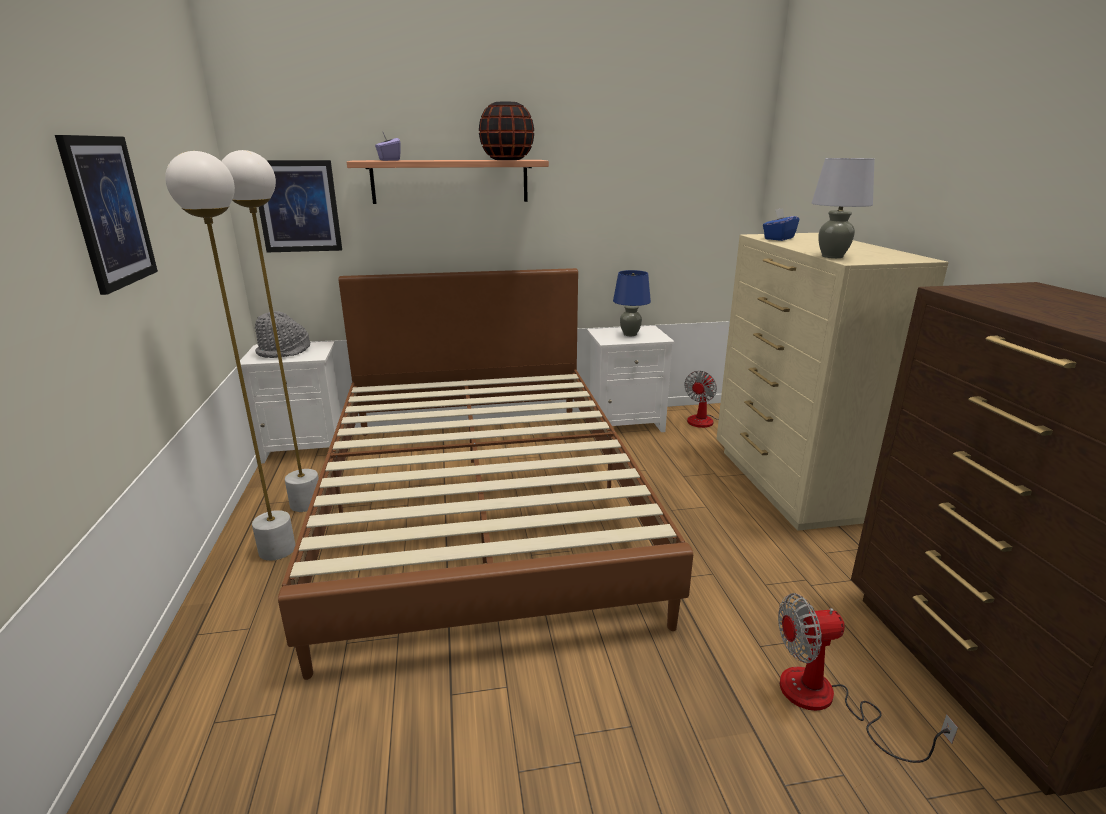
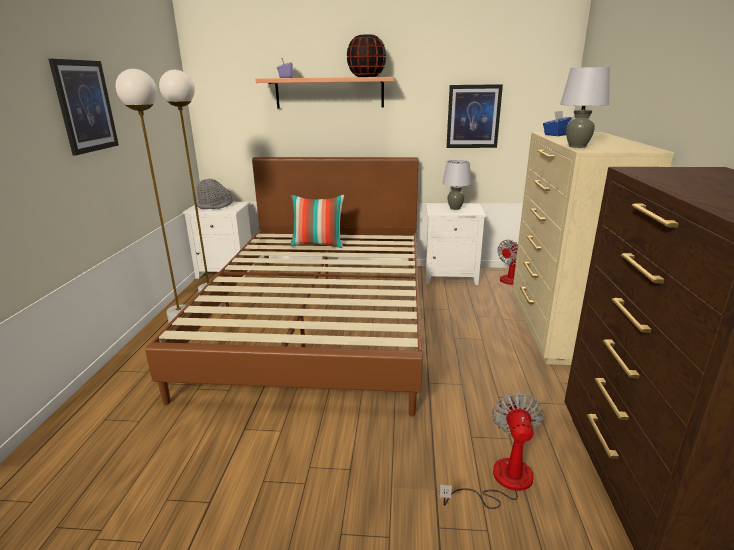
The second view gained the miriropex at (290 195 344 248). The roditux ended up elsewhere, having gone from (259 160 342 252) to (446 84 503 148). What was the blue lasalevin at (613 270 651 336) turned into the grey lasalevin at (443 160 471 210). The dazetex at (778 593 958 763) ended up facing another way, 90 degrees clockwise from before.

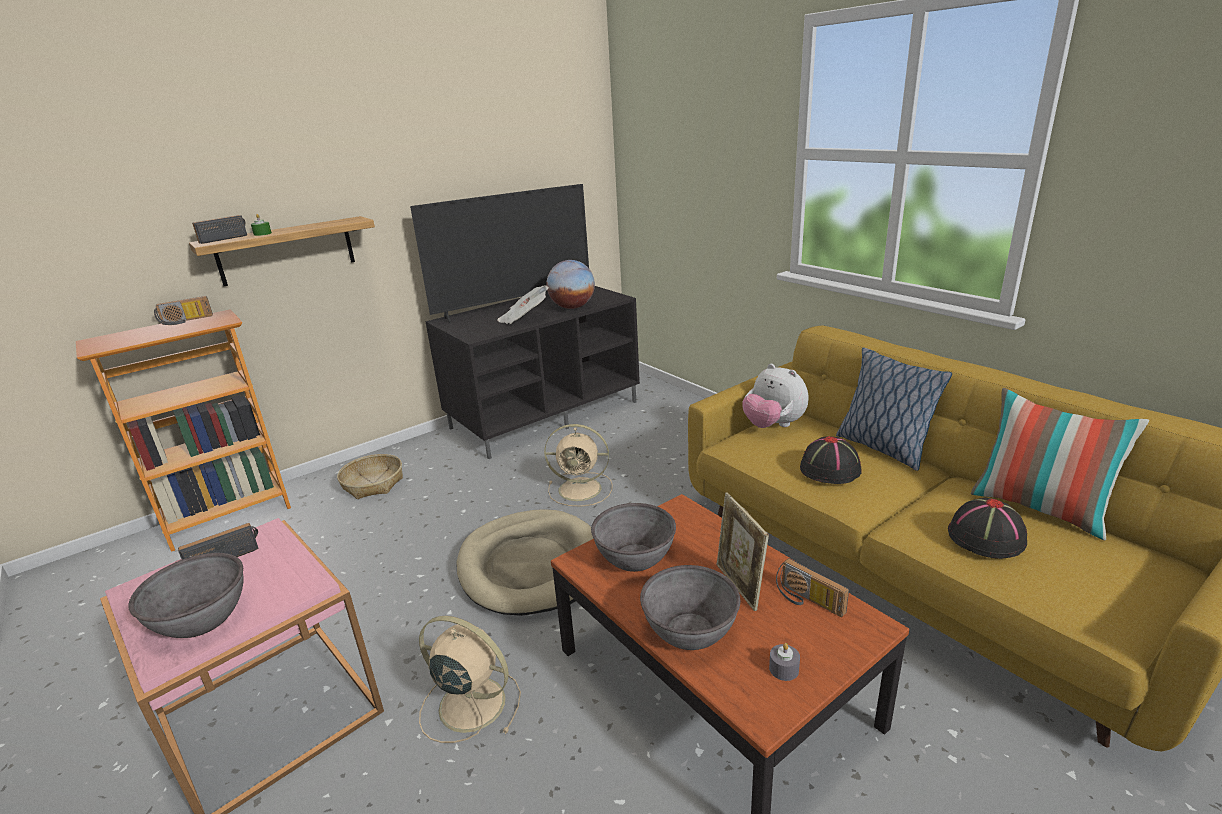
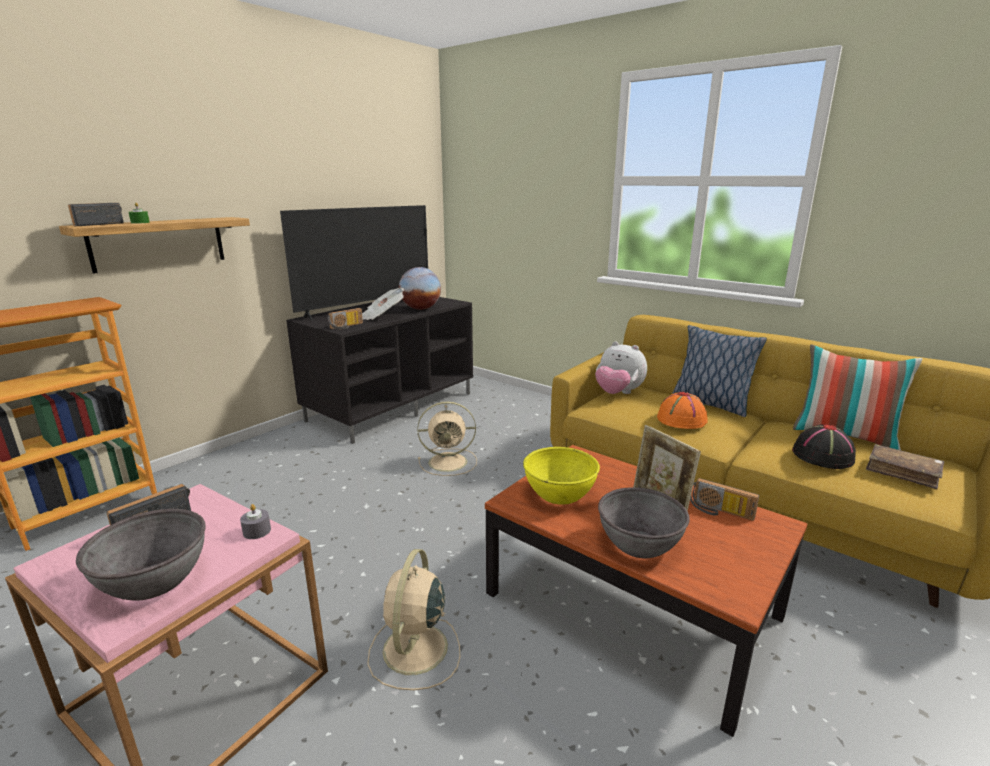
The second view lost the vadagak at (337 454 403 499). The second view lost the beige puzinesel at (456 509 594 616). The second view gained the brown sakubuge at (866 444 944 489). The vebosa ended up elsewhere, having gone from (154 296 213 325) to (328 308 363 329). The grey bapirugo ended up elsewhere, having gone from (769 643 800 681) to (240 504 271 539). What was the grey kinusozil at (591 503 676 572) turned into the yellow kinusozil at (523 447 600 505). What was the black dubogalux at (800 436 862 484) turned into the orange dubogalux at (657 392 708 429). The beige dazetex at (419 616 521 743) ended up facing another way, 90 degrees counterclockwise from before.

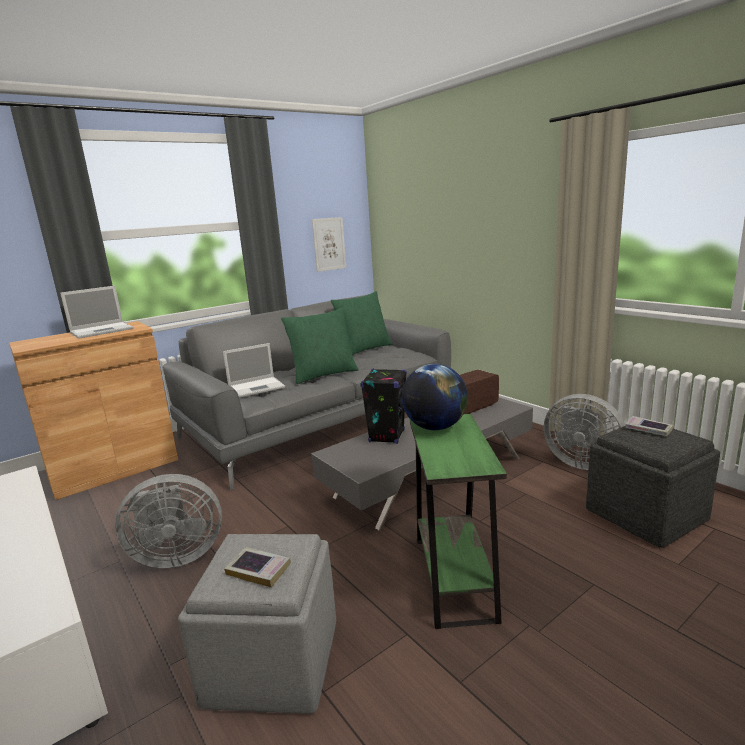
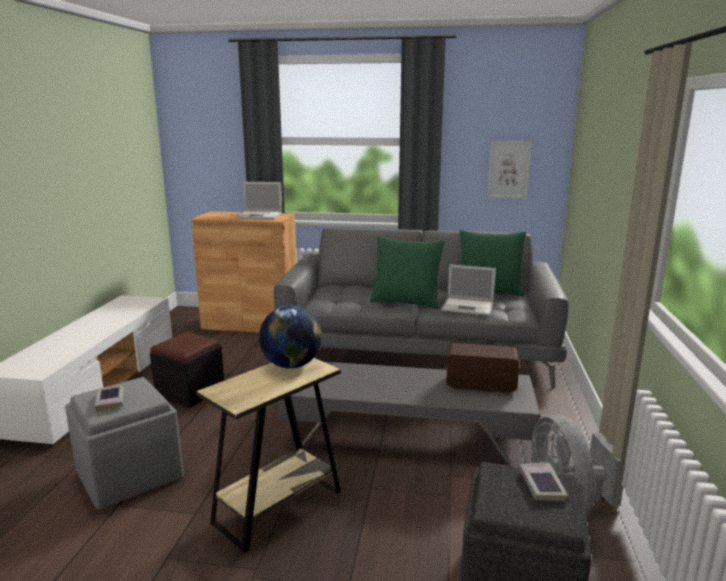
The second view lost the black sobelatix at (360 368 407 444). The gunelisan ended up elsewhere, having gone from (223 343 285 398) to (441 264 496 315). Where the grey dazetex stood at (115 474 222 568), the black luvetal came to stand at (150 332 224 408). What was the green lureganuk at (410 414 507 629) turned into the beige lureganuk at (196 358 341 553).

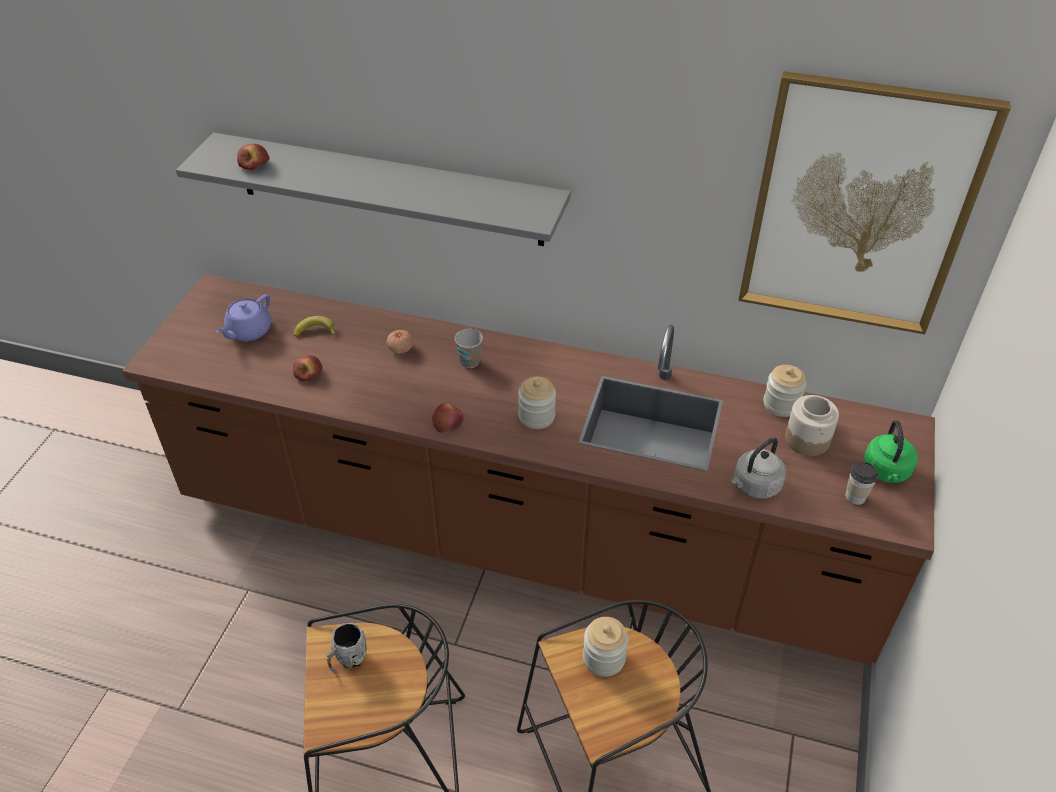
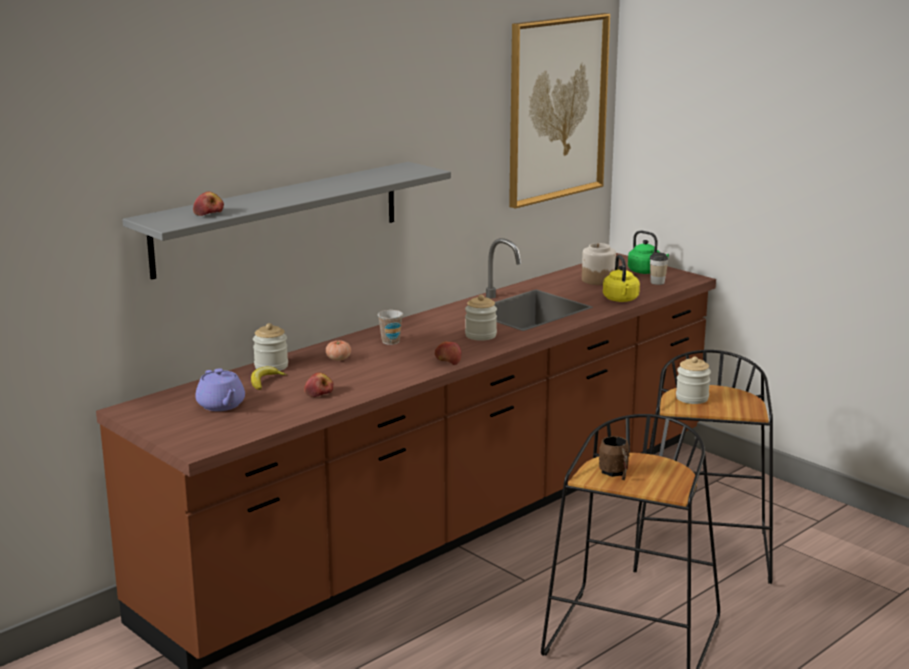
The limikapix ended up elsewhere, having gone from (763 365 806 417) to (253 323 288 371). What was the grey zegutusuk at (326 623 367 674) turned into the brown zegutusuk at (599 436 630 480). What was the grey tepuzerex at (731 437 787 499) turned into the yellow tepuzerex at (603 255 640 302).

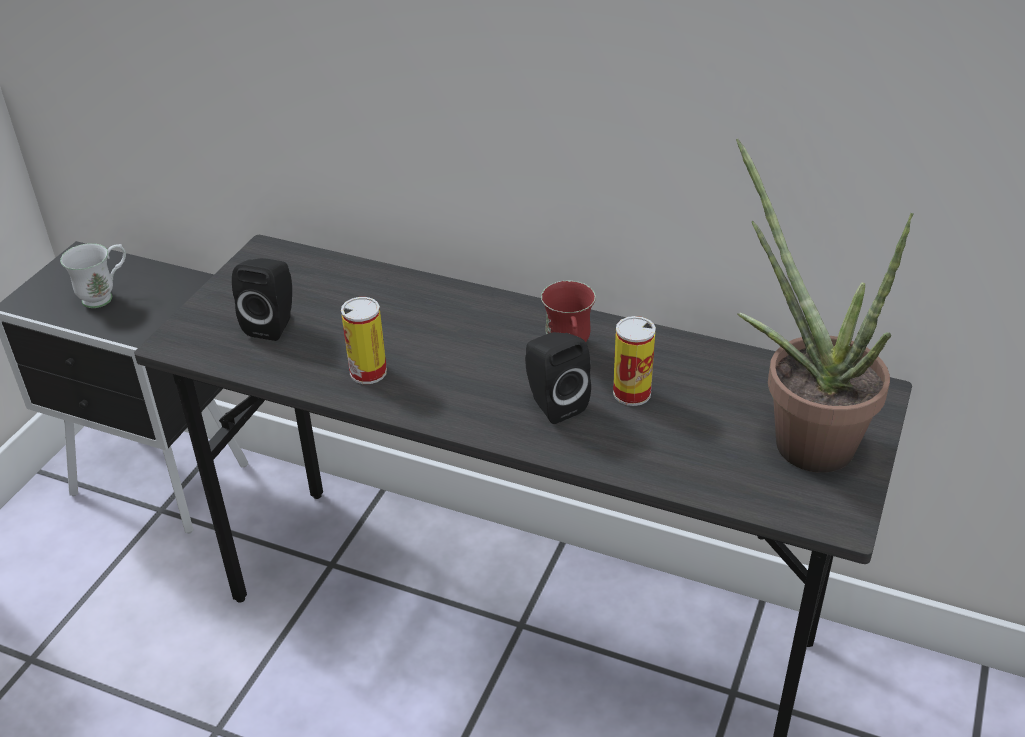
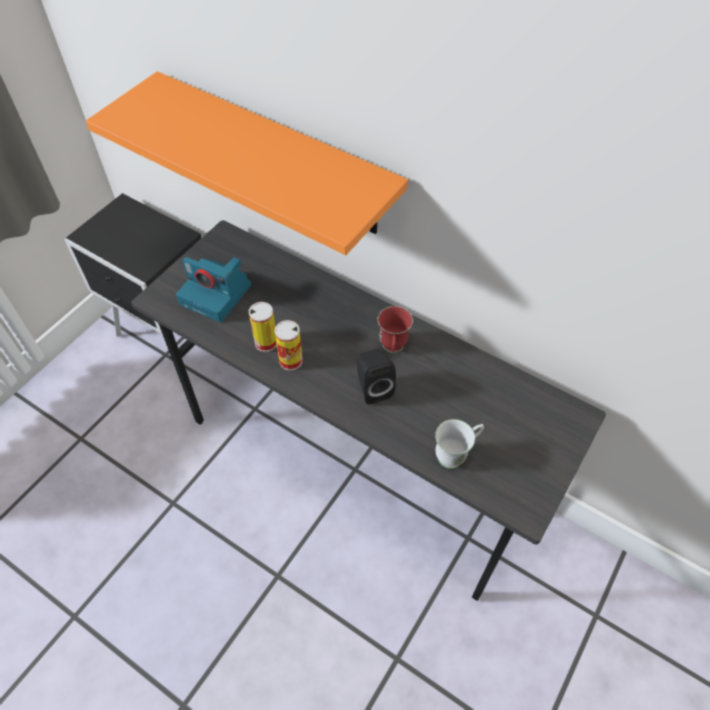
The second view lost the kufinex at (736 139 914 473). The second view gained the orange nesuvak at (86 71 408 255). The white zegutusuk ended up elsewhere, having gone from (60 243 126 308) to (435 419 484 469). The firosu ended up elsewhere, having gone from (613 316 656 406) to (275 320 303 370). Where the black sobelatix stood at (232 258 292 341), the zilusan came to stand at (176 257 251 322).

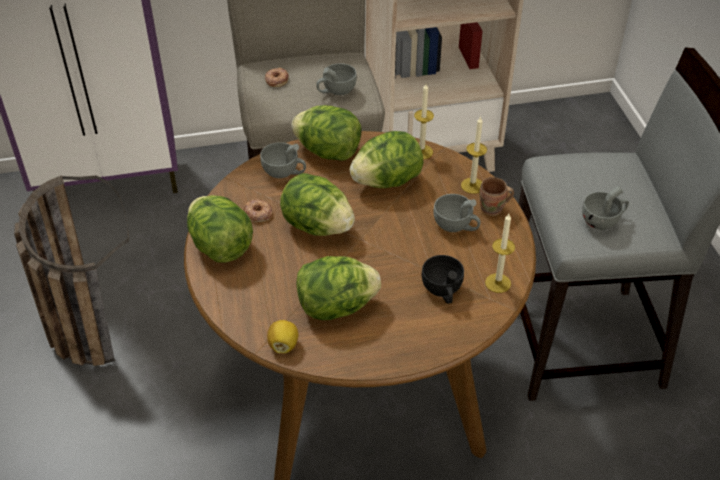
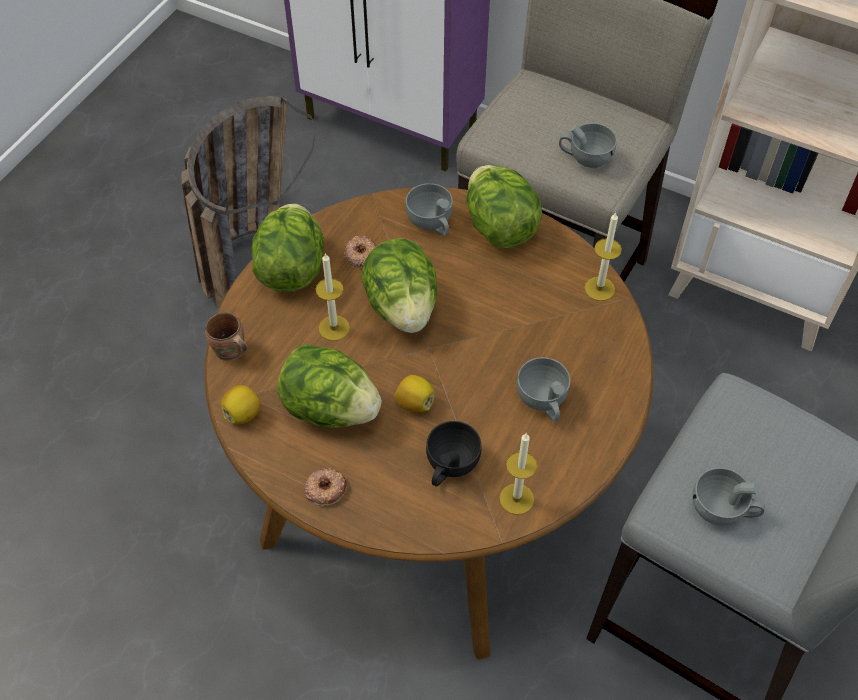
The second view lost the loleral at (349 131 423 188). The second view gained the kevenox at (394 375 435 413). The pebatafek ended up elsewhere, having gone from (265 68 289 87) to (304 468 347 506). The bapirugo ended up elsewhere, having gone from (461 116 487 194) to (316 253 350 341). The brown zegutusuk ended up elsewhere, having gone from (479 177 514 216) to (205 312 247 361).

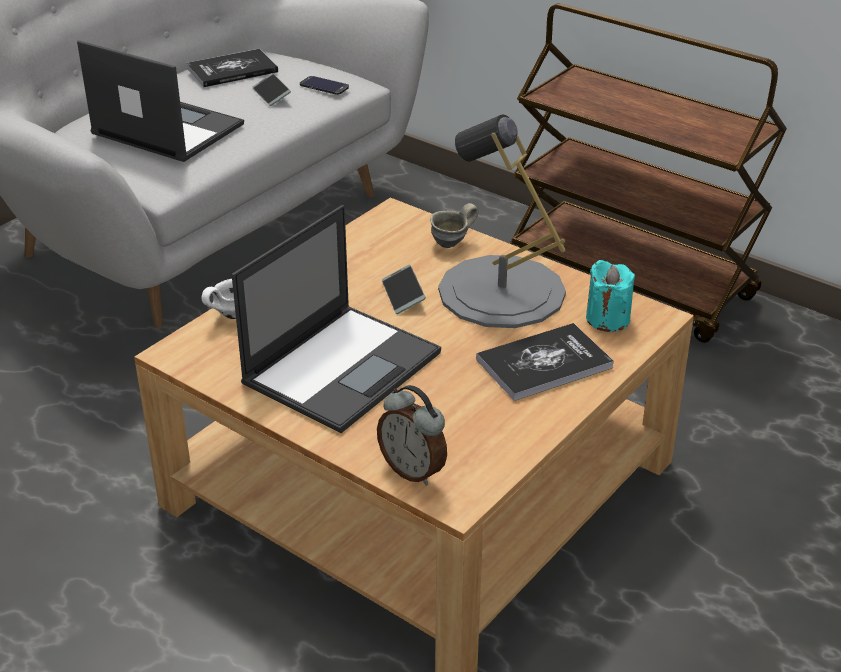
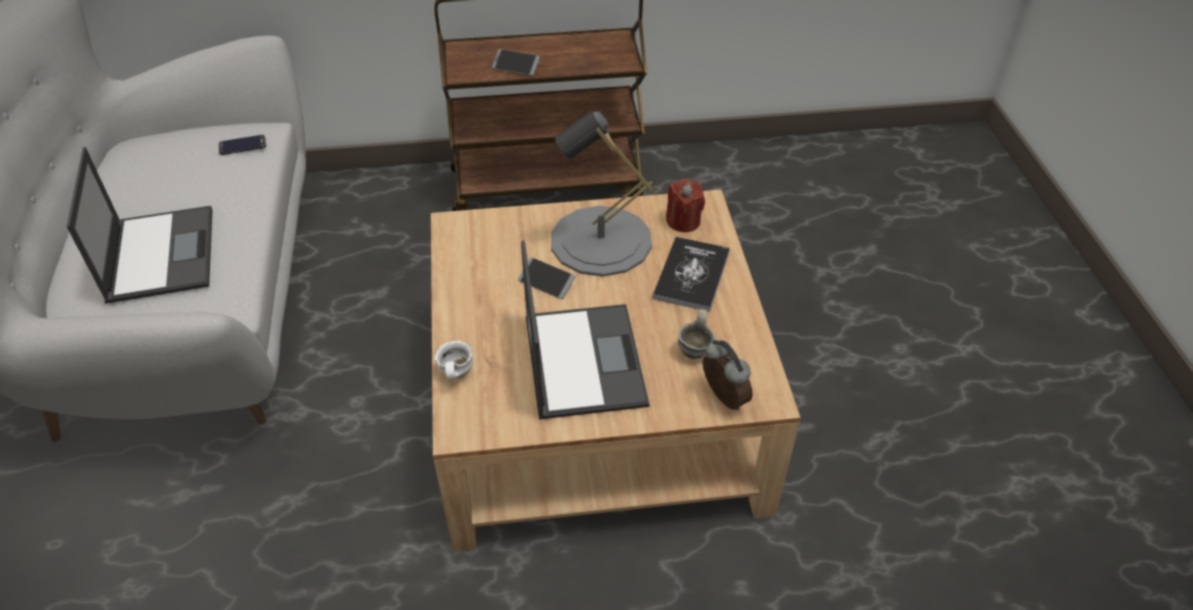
The second view lost the sakubuge at (186 49 278 87). The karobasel ended up elsewhere, having gone from (253 73 291 106) to (492 49 540 76). The grey zegutusuk ended up elsewhere, having gone from (430 203 479 248) to (678 309 715 359). What was the turquoise bapirugo at (586 260 635 332) turned into the red bapirugo at (666 179 705 232). The gunelisan at (77 40 244 162) ended up facing another way, 90 degrees clockwise from before. The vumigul at (377 385 447 486) ended up facing another way, 120 degrees counterclockwise from before.

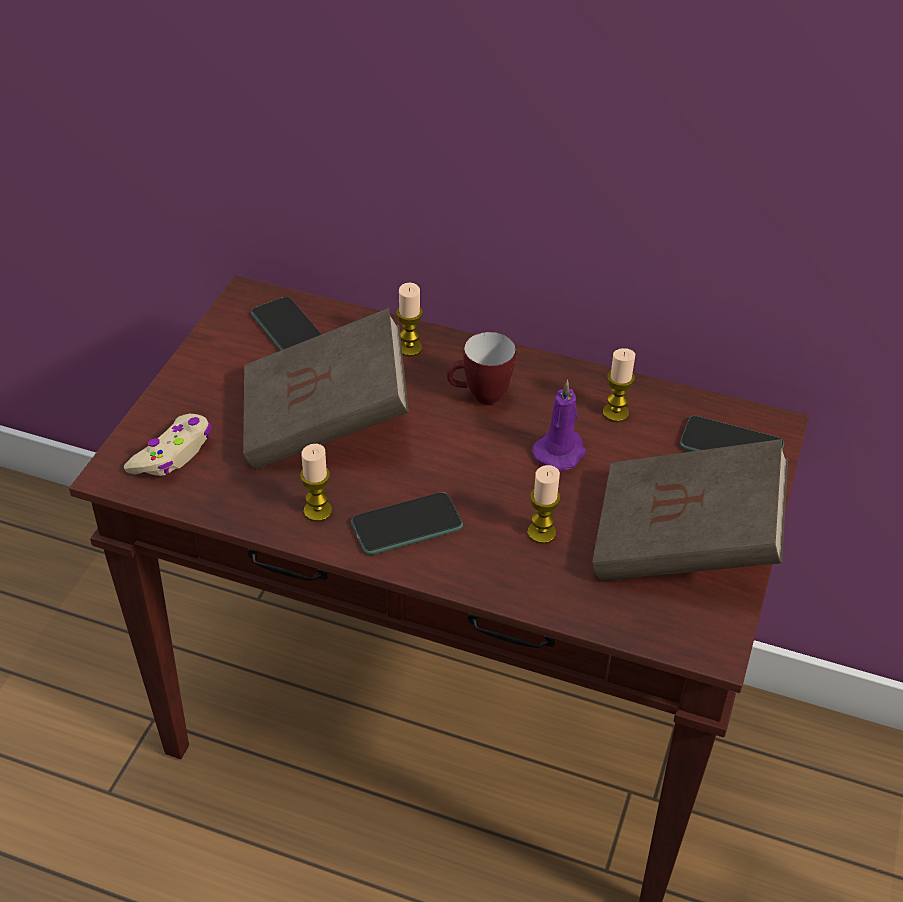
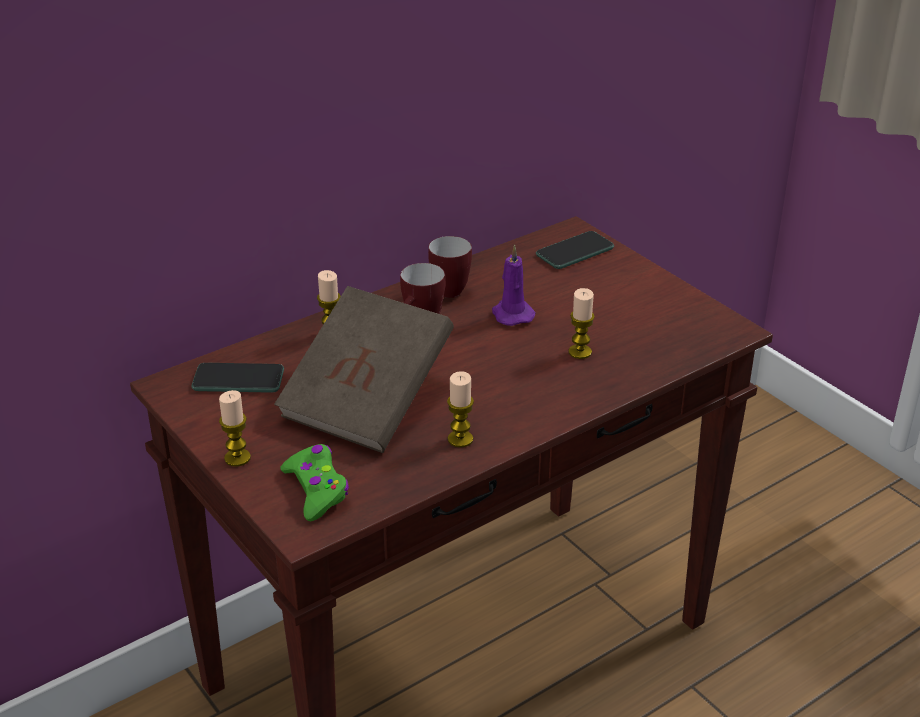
The second view lost the karobasel at (351 492 463 555). The second view lost the brown sakubuge at (592 439 788 581). The second view gained the zegutusuk at (428 236 472 298). The bapirugo ended up elsewhere, having gone from (603 348 635 422) to (219 390 251 467). What was the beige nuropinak at (124 414 212 476) turned into the green nuropinak at (280 444 349 521).

